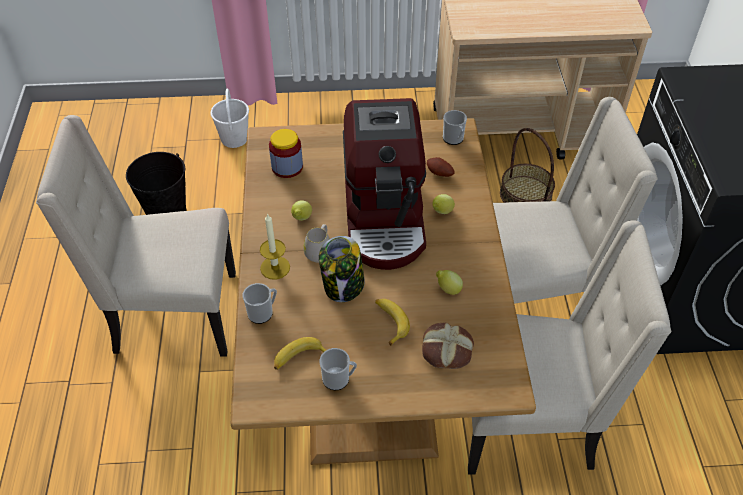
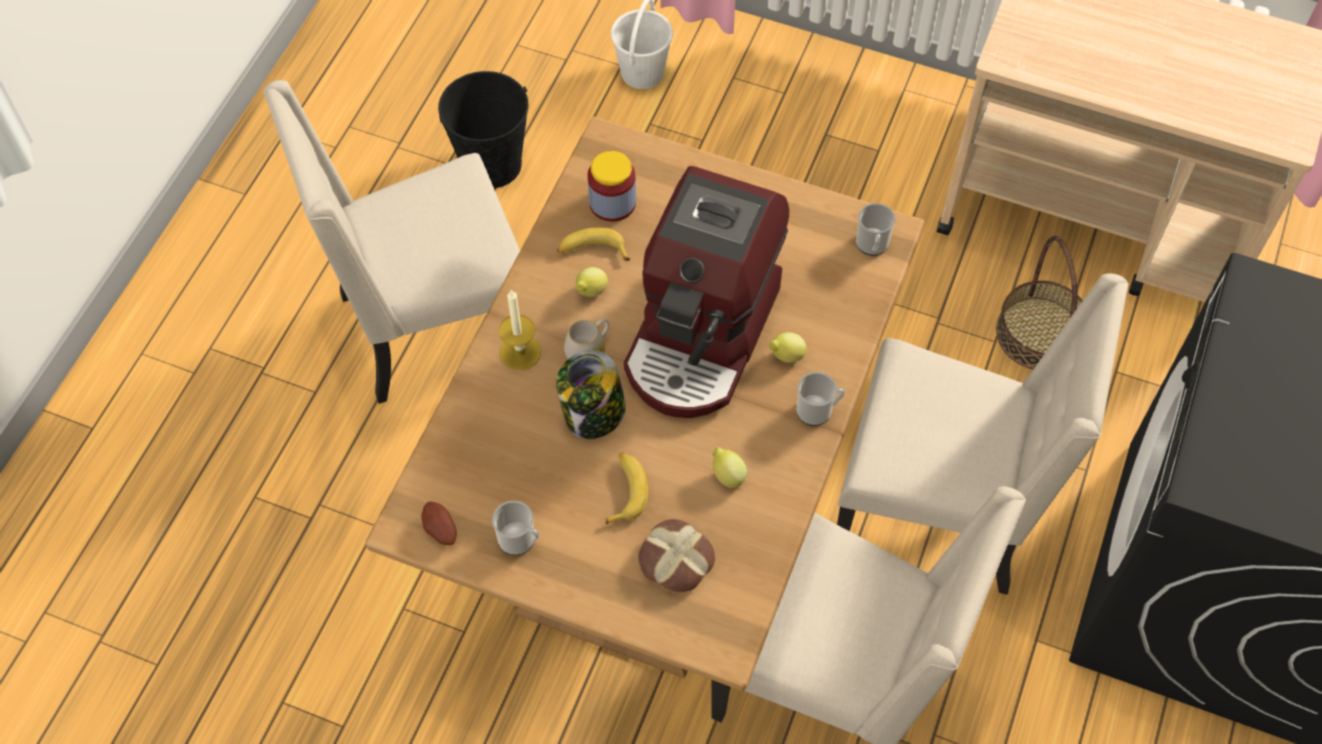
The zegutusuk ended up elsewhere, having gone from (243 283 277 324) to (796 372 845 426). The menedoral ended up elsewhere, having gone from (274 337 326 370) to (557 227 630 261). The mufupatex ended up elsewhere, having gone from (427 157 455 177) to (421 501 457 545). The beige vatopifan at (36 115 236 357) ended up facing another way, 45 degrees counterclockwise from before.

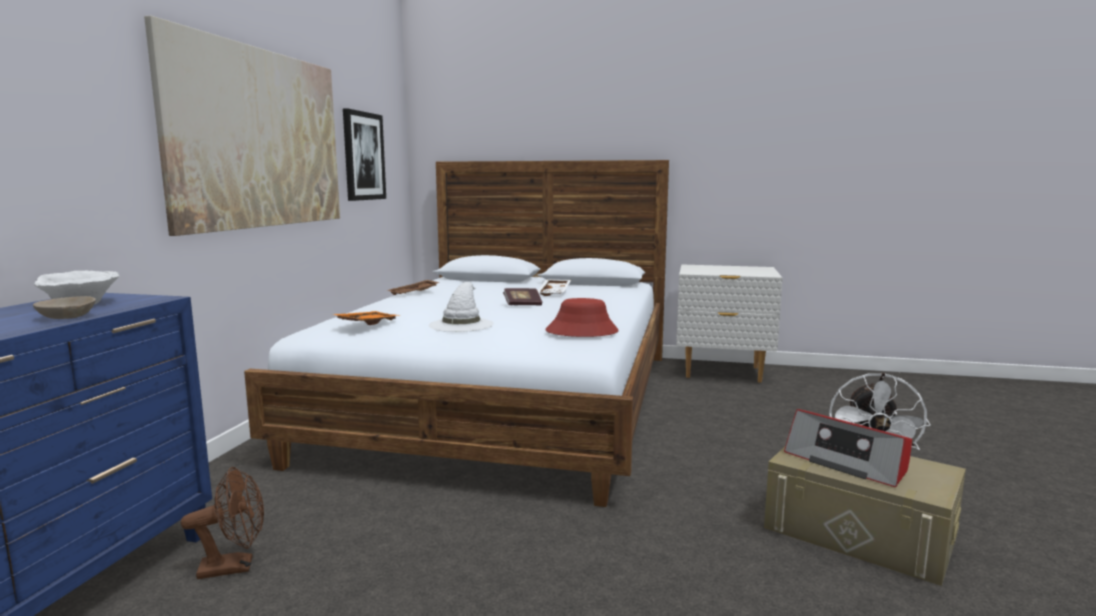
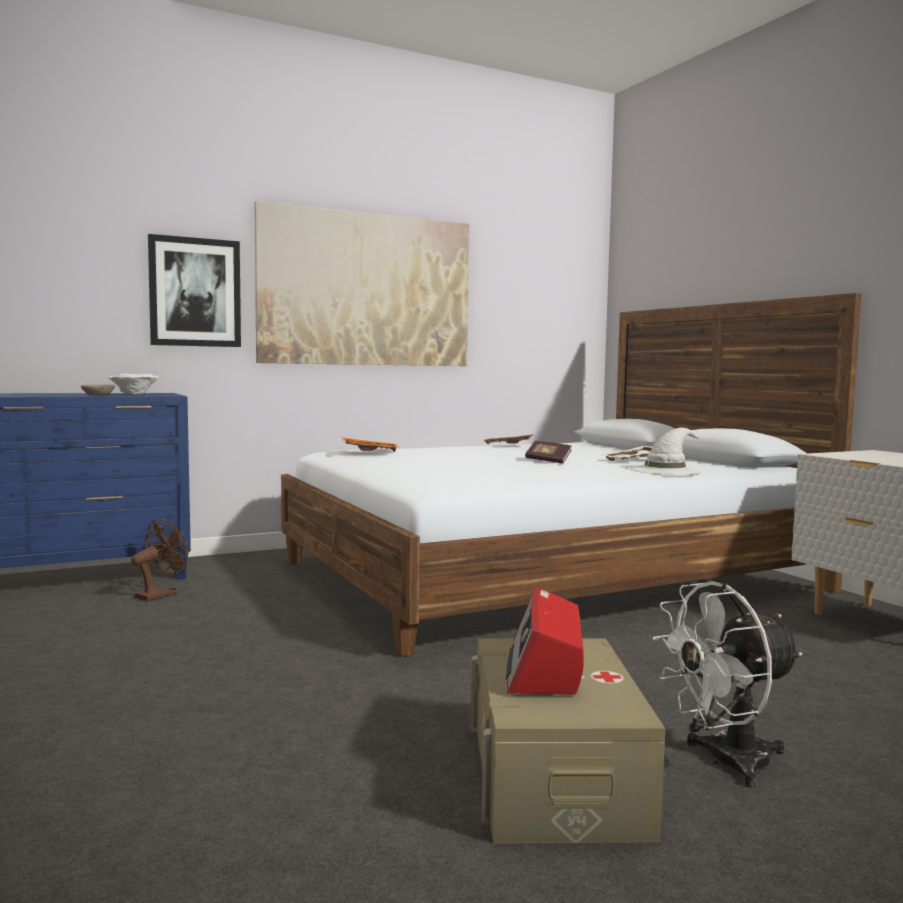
The second view lost the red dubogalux at (546 298 619 337). The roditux ended up elsewhere, having gone from (343 108 386 201) to (148 234 241 347). The white dubogalux ended up elsewhere, having gone from (429 282 494 332) to (630 428 702 475). The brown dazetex at (181 467 264 579) ended up facing another way, 90 degrees counterclockwise from before.

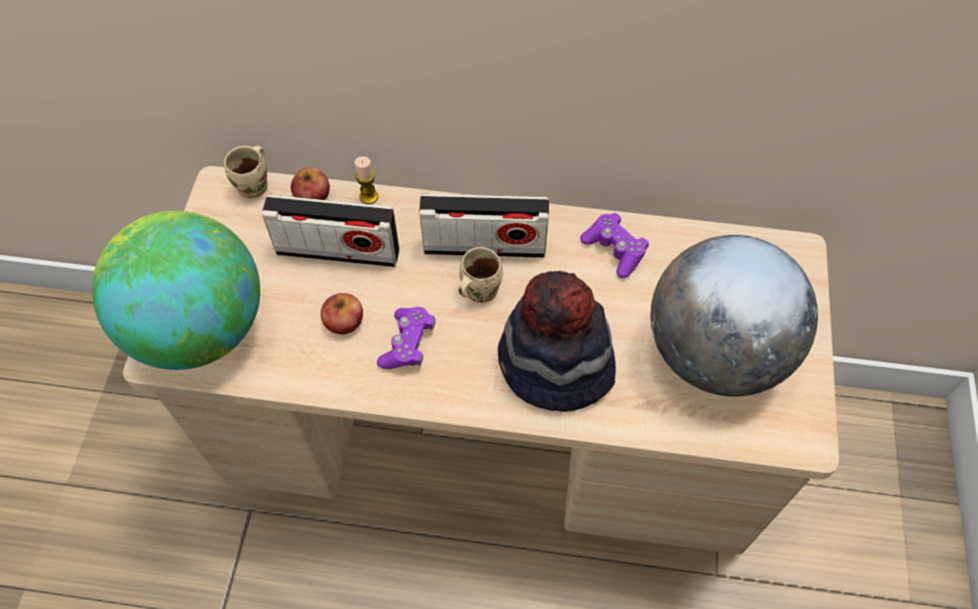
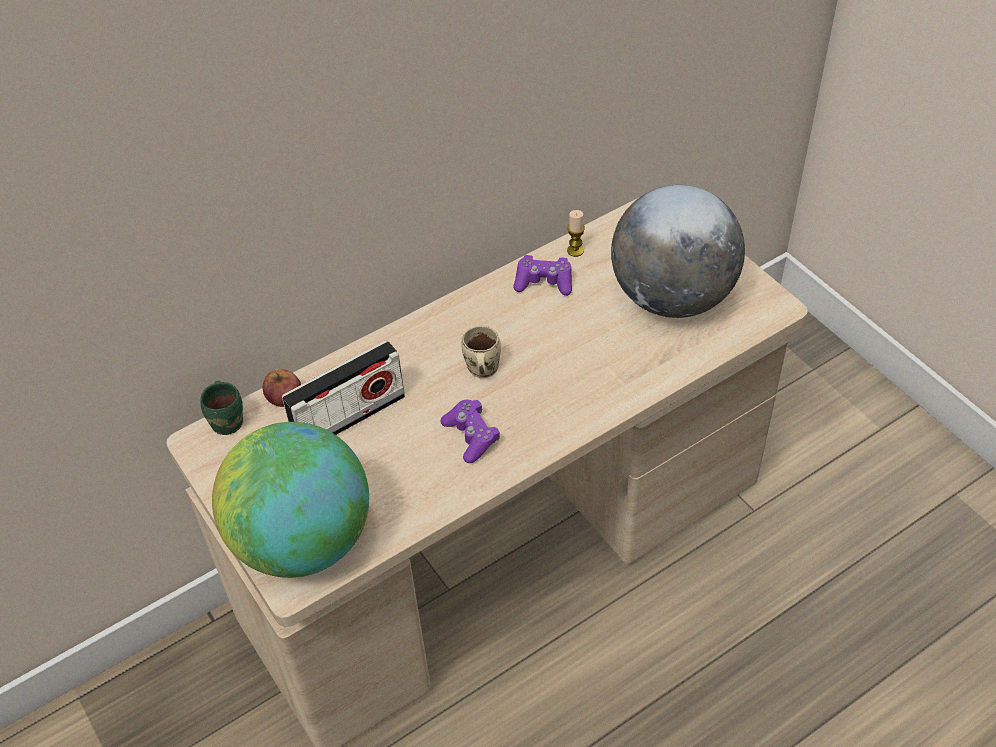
The second view lost the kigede at (321 293 363 334). The second view lost the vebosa at (419 194 549 258). The second view lost the dubogalux at (498 271 616 412). The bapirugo ended up elsewhere, having gone from (355 156 378 204) to (567 210 585 257). What was the beige zegutusuk at (224 145 267 199) turned into the green zegutusuk at (201 381 243 435).

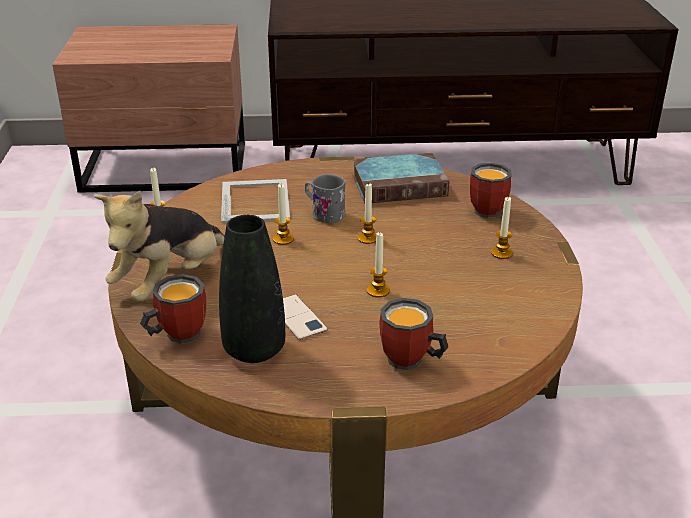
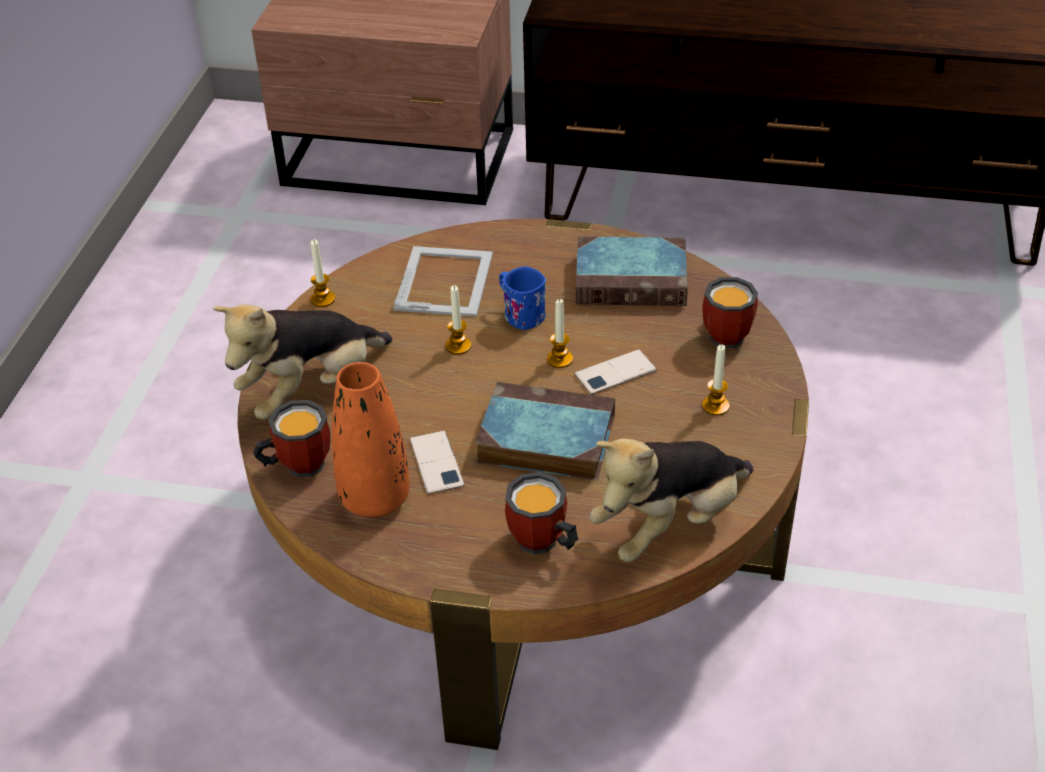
The second view gained the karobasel at (574 349 657 395). The second view gained the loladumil at (590 438 753 563). Where the bapirugo stood at (367 232 390 298), the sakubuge came to stand at (475 382 615 481). What was the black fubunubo at (219 215 285 363) turned into the orange fubunubo at (332 362 410 517). What was the grey zegutusuk at (305 174 346 224) turned into the blue zegutusuk at (499 266 546 330).

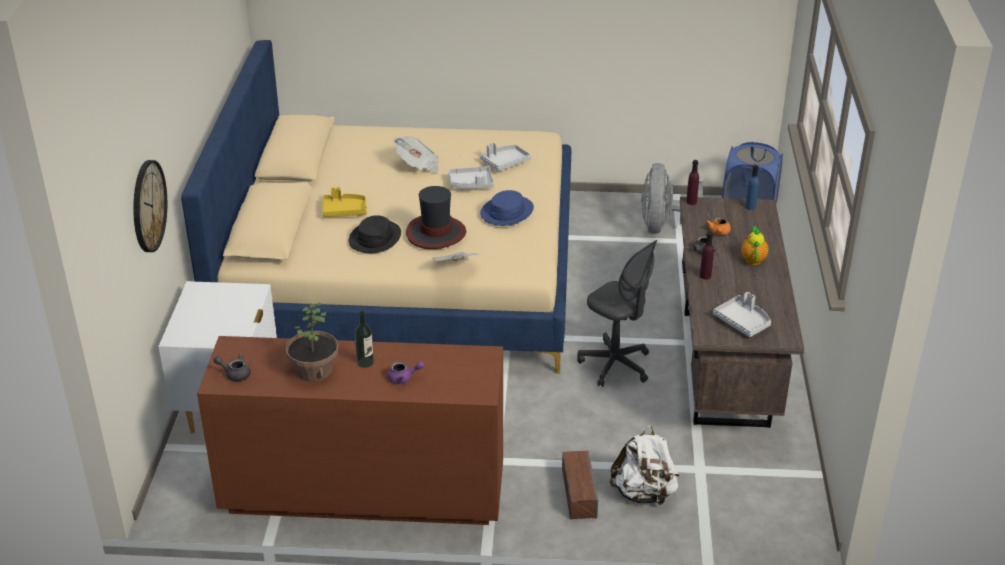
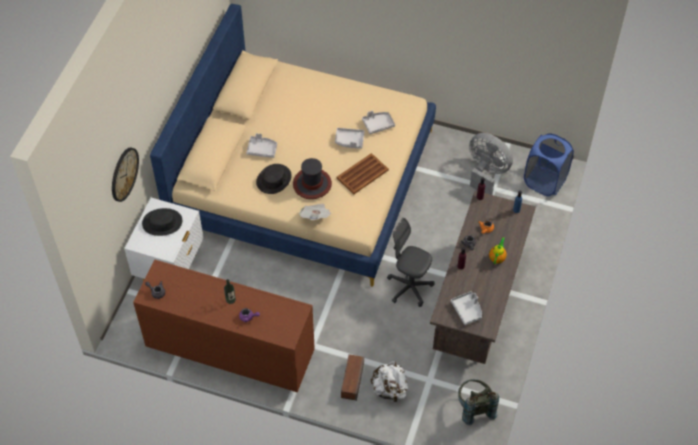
The second view lost the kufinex at (286 302 338 381). The second view lost the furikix at (394 136 439 173). The second view gained the black dubogalux at (142 208 182 236). The second view gained the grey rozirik at (458 379 499 425). Where the blue dubogalux stood at (480 190 534 226), the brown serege came to stand at (337 153 389 194). What was the yellow serege at (322 187 367 217) turned into the grey serege at (246 133 277 158). The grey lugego at (577 240 657 387) ended up facing another way, 150 degrees clockwise from before. The grey dazetex at (641 163 703 234) ended up facing another way, 105 degrees clockwise from before.

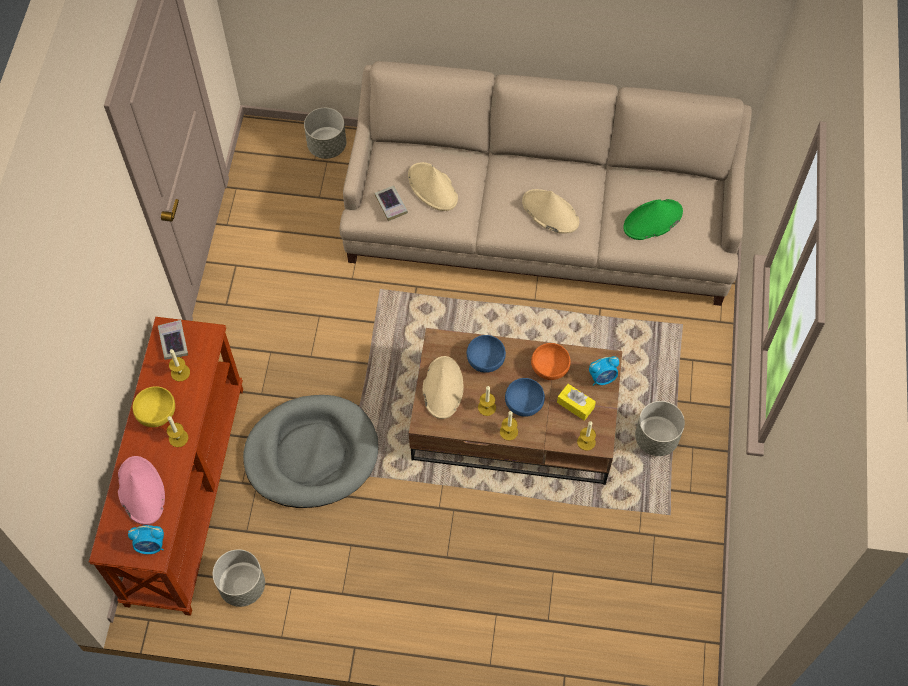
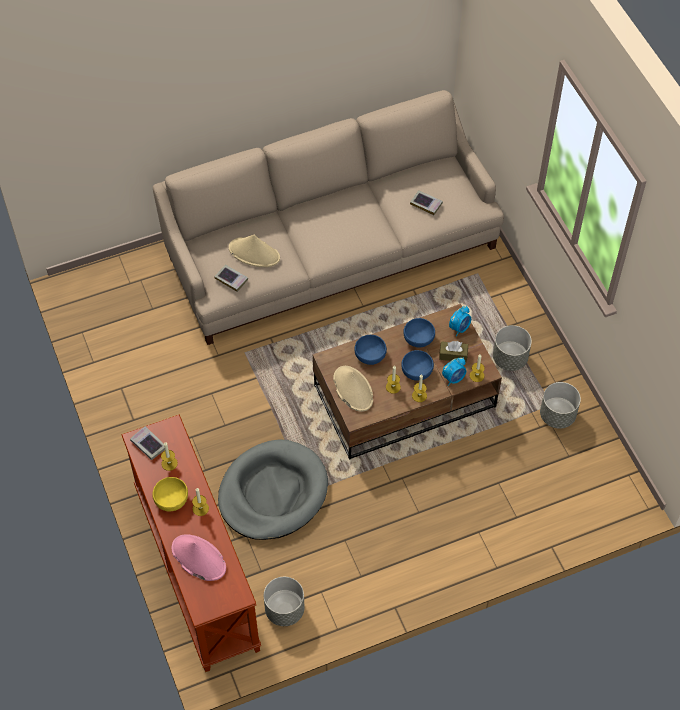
The second view lost the beige dubogalux at (522 189 579 234). The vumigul ended up elsewhere, having gone from (128 525 164 554) to (442 357 466 386). The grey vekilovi ended up elsewhere, having gone from (304 108 346 159) to (540 382 581 429). Where the green dubogalux stood at (623 199 683 240), the sakubuge came to stand at (410 190 443 215). What was the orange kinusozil at (531 343 571 380) turned into the blue kinusozil at (403 318 435 347). What was the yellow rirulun at (557 384 596 421) turned into the brown rirulun at (439 341 468 362).

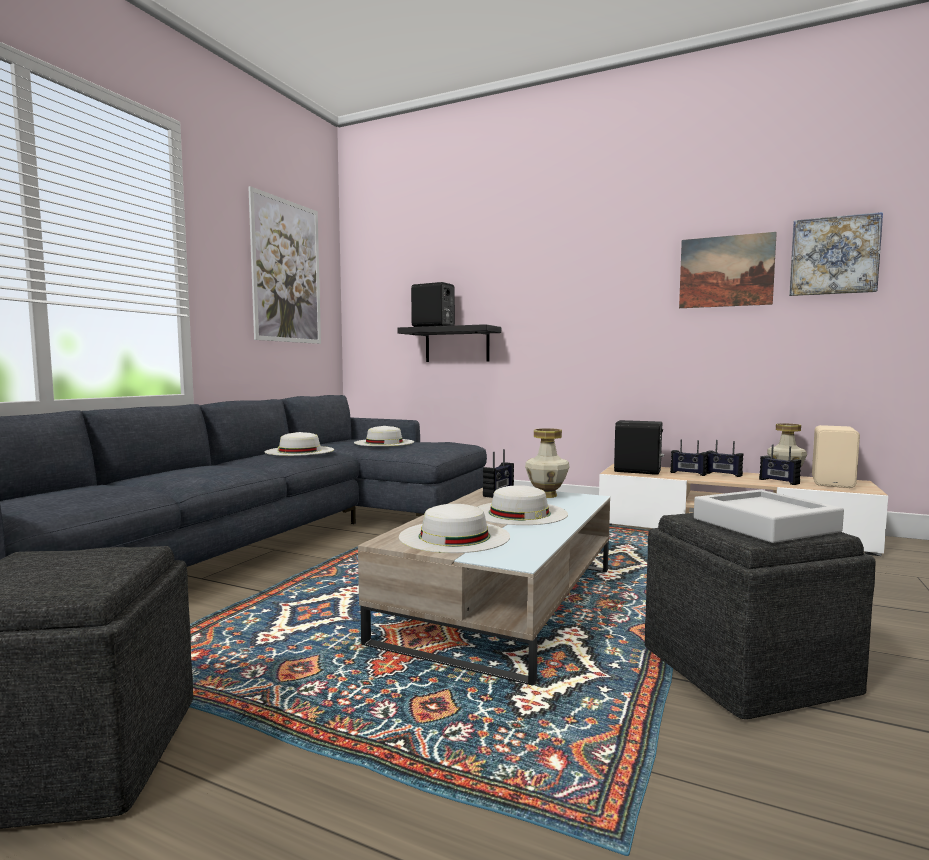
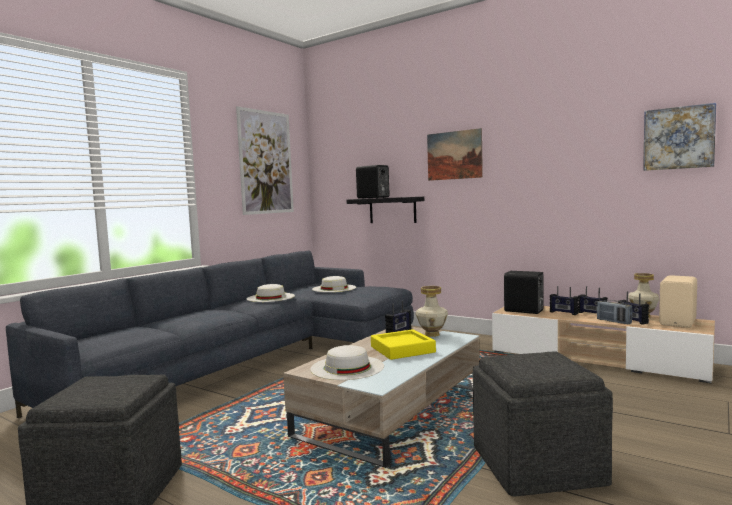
The second view lost the grey serege at (694 490 844 543). The second view gained the vebosa at (597 300 633 324). The roditux ended up elsewhere, having gone from (679 232 777 308) to (427 128 483 181). Where the white dubogalux stood at (477 485 568 525), the yellow serege came to stand at (371 329 436 360).

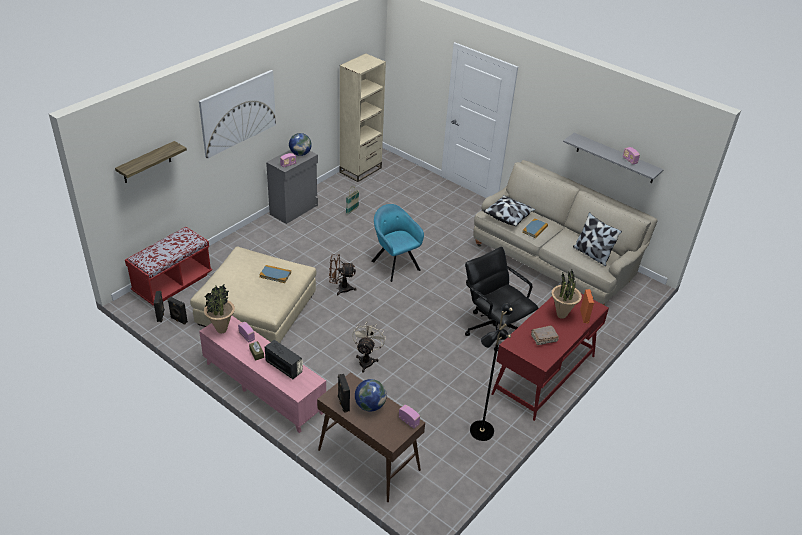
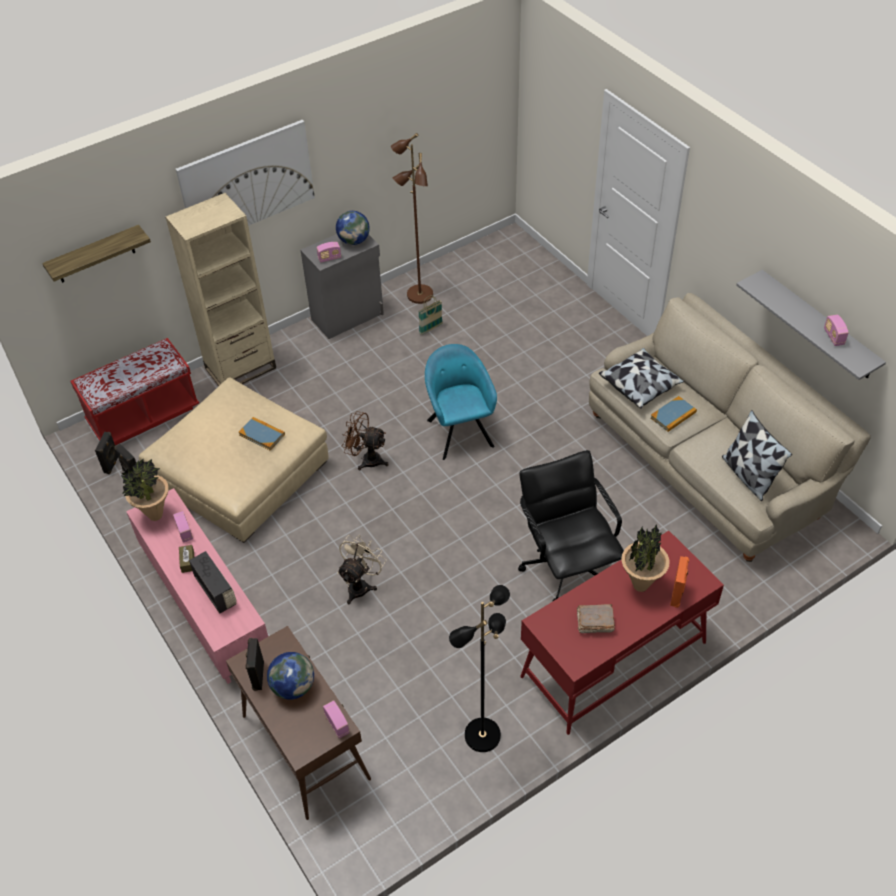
The second view gained the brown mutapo at (391 133 433 304). The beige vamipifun ended up elsewhere, having gone from (339 54 386 182) to (165 193 276 386).

